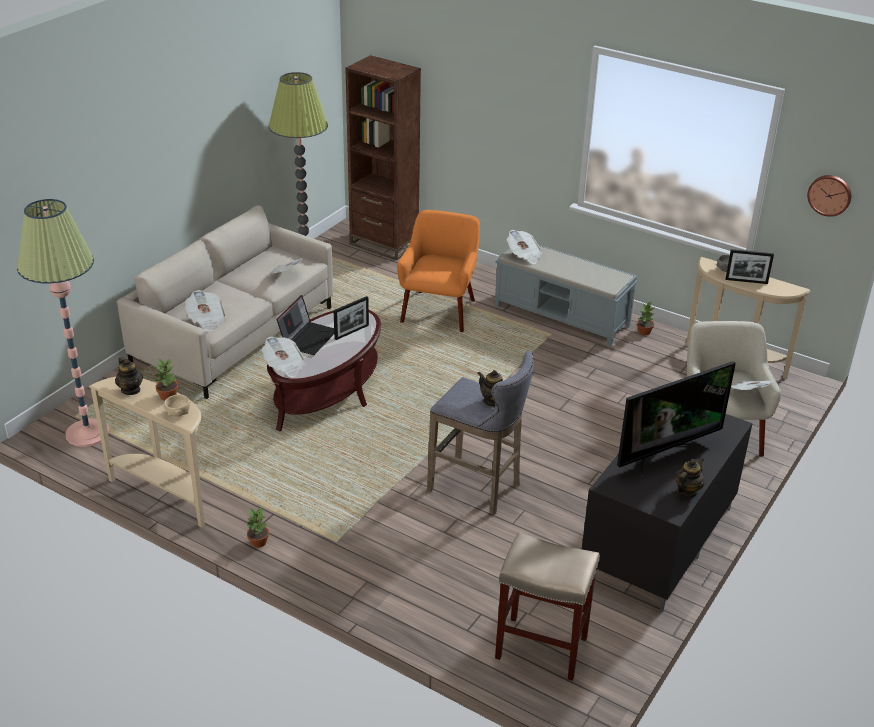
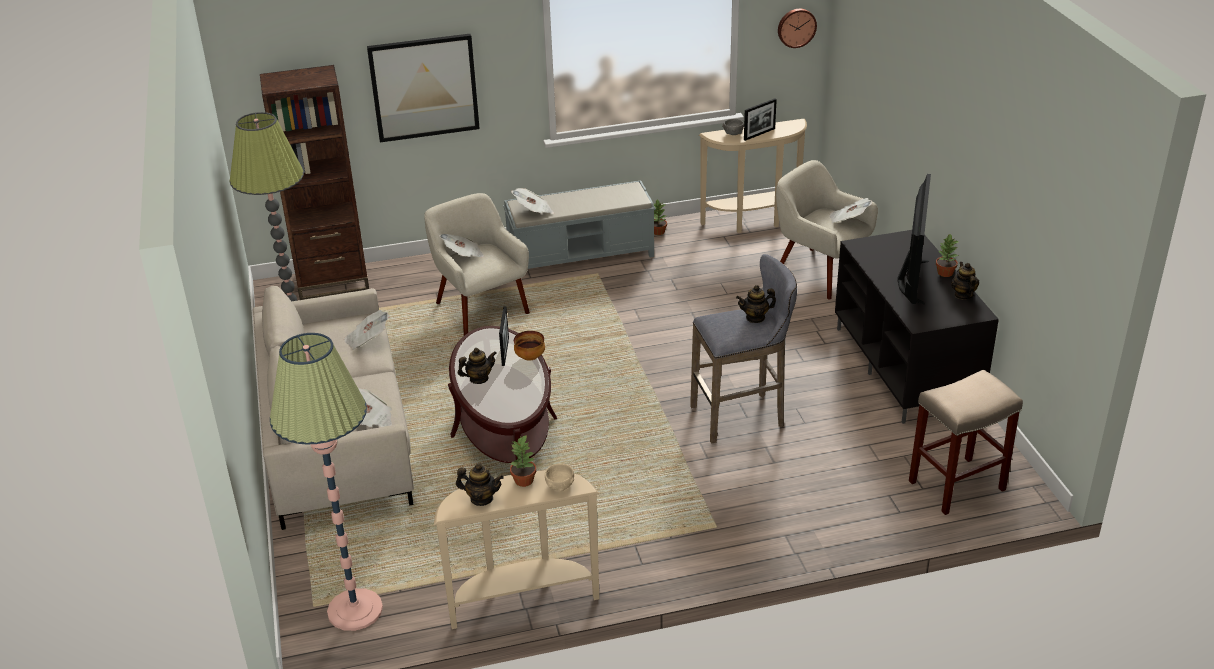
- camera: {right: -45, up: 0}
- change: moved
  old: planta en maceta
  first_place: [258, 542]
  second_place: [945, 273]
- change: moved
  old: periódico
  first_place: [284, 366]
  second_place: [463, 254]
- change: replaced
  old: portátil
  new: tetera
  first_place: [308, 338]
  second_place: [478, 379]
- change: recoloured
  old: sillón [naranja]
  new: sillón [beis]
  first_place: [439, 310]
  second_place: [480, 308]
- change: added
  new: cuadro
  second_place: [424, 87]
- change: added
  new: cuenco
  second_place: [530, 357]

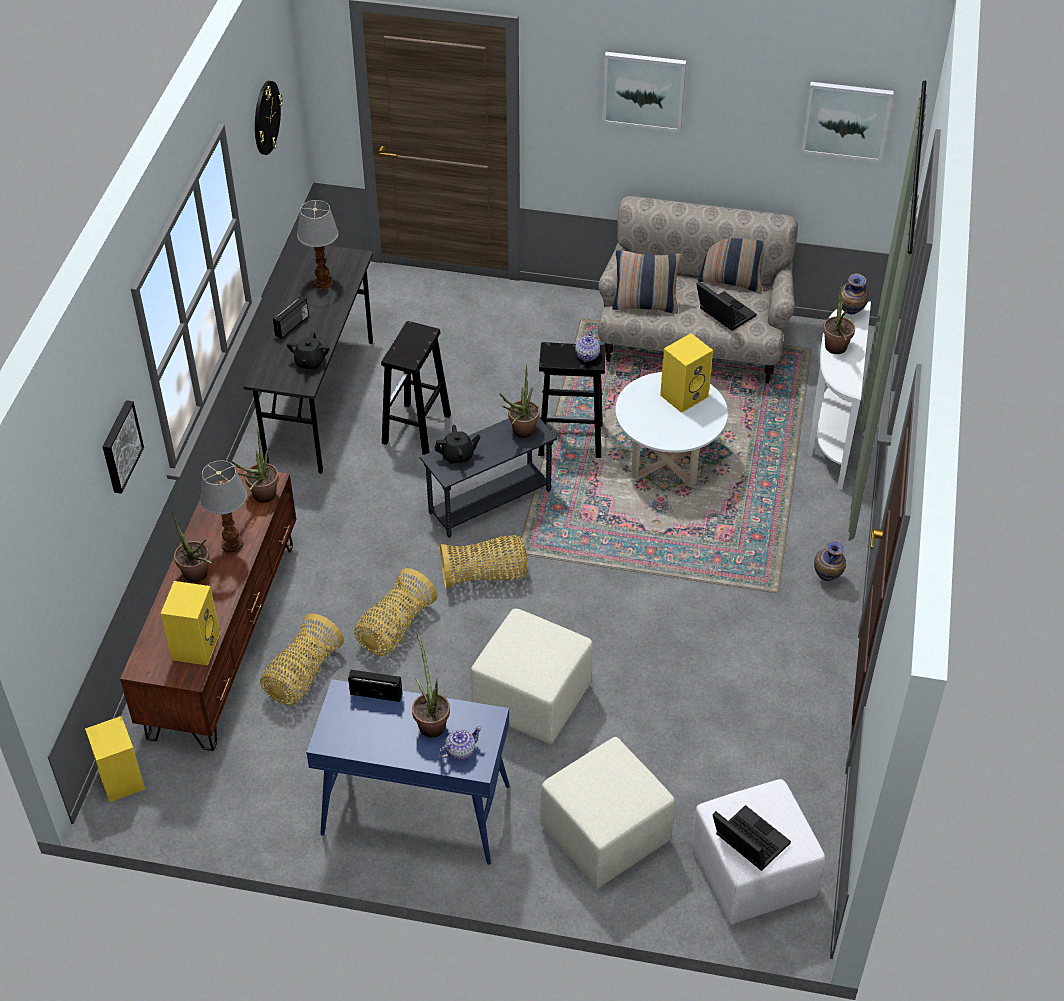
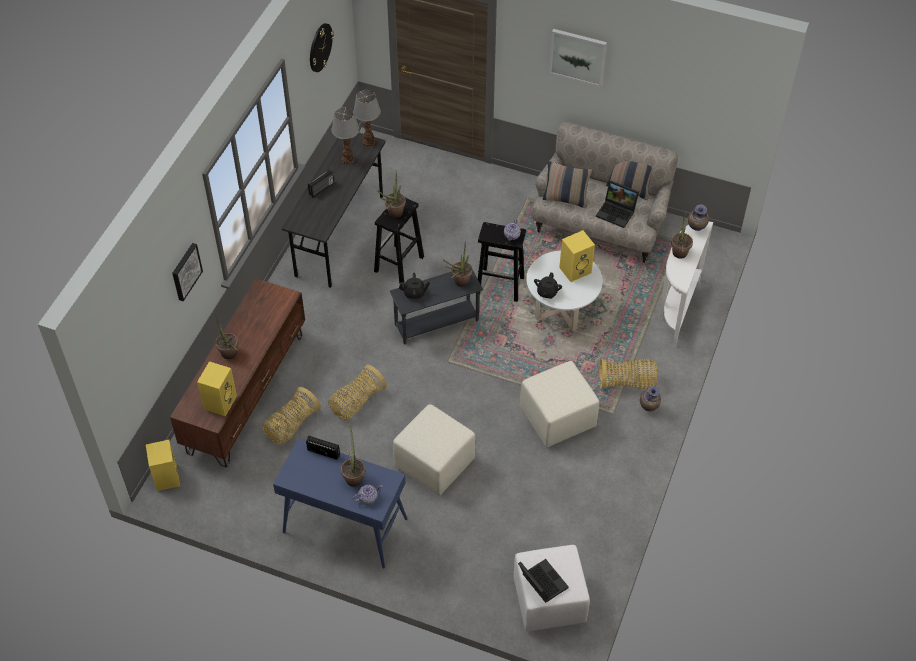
- camera: {right: 10, up: 5}
- change: moved
  old: lámpara de mesa
  first_place: [233, 545]
  second_place: [369, 142]
- change: moved
  old: planta en maceta
  first_place: [261, 498]
  second_place: [393, 214]
- change: moved
  old: tetera [negro]
  first_place: [310, 362]
  second_place: [547, 292]
- change: moved
  old: cesta
  first_place: [485, 575]
  second_place: [627, 383]
- change: moved
  old: puf [beis]
  first_place: [604, 835]
  second_place: [557, 418]
- change: turned
  old: portátil
  first_place: [722, 313]
  second_place: [617, 212]
  degrees: 150
- change: removed
  old: cuadro
  first_place: [846, 120]

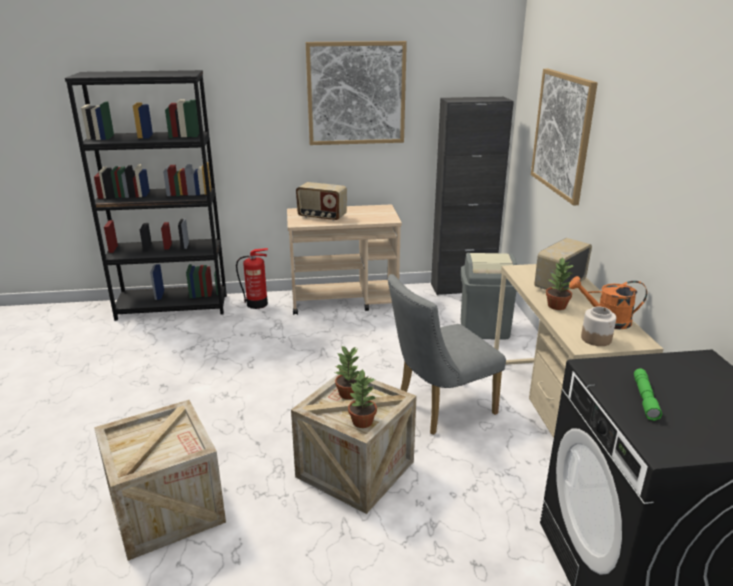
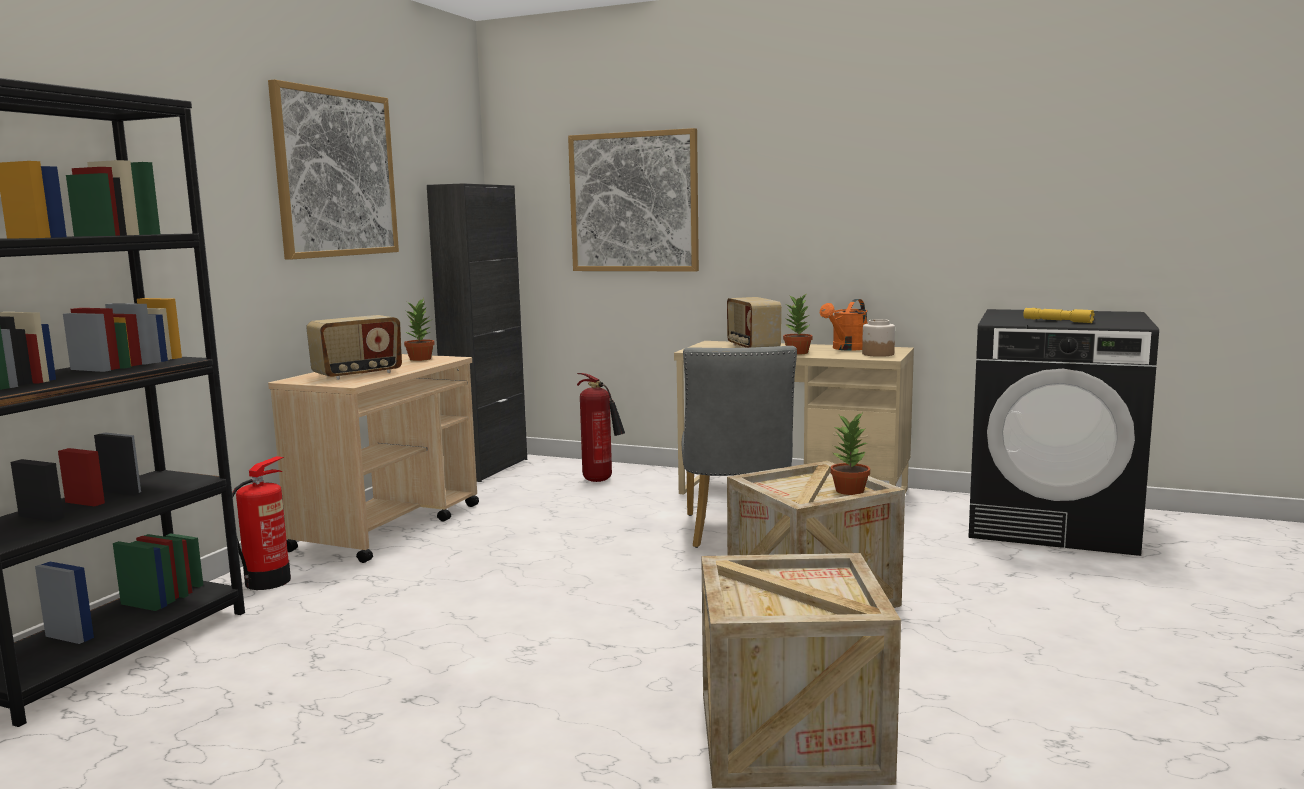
- camera: {right: -60, up: -15}
- change: moved
  old: planta en maceta
  first_place: [349, 394]
  second_place: [421, 359]
- change: replaced
  old: papelera [gris]
  new: extintor
  first_place: [484, 328]
  second_place: [601, 480]
- change: recoloured
  old: linterna [verde]
  new: linterna [amarillo]
  first_place: [645, 398]
  second_place: [1057, 321]

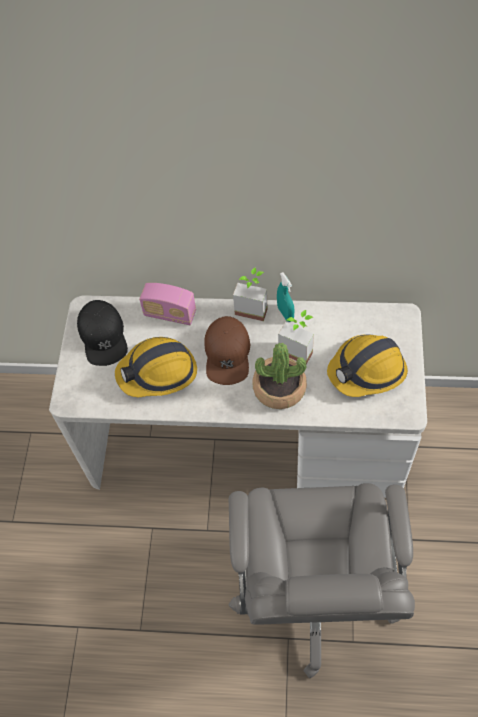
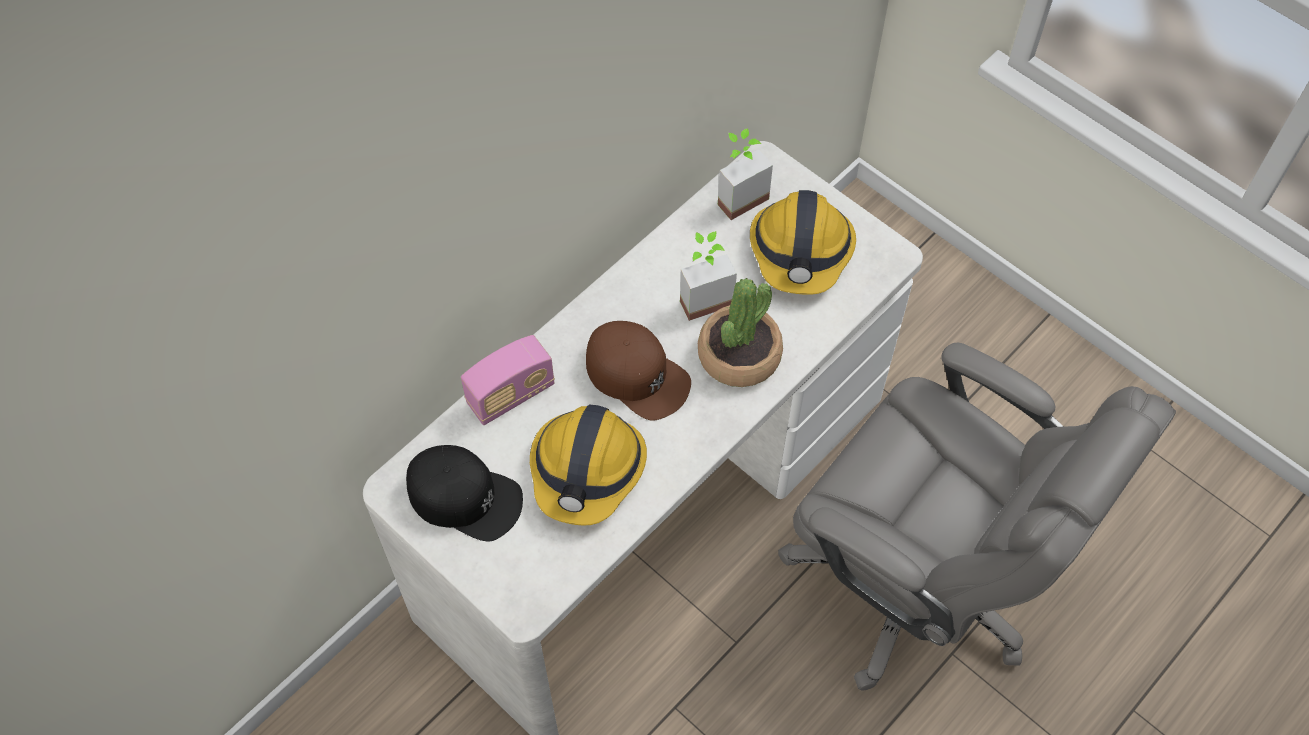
- camera: {right: -55, up: 0}
- change: moved
  old: planta en maceta
  first_place: [253, 306]
  second_place: [737, 195]
- change: removed
  old: pulverizador [turquesa]
  first_place: [285, 313]

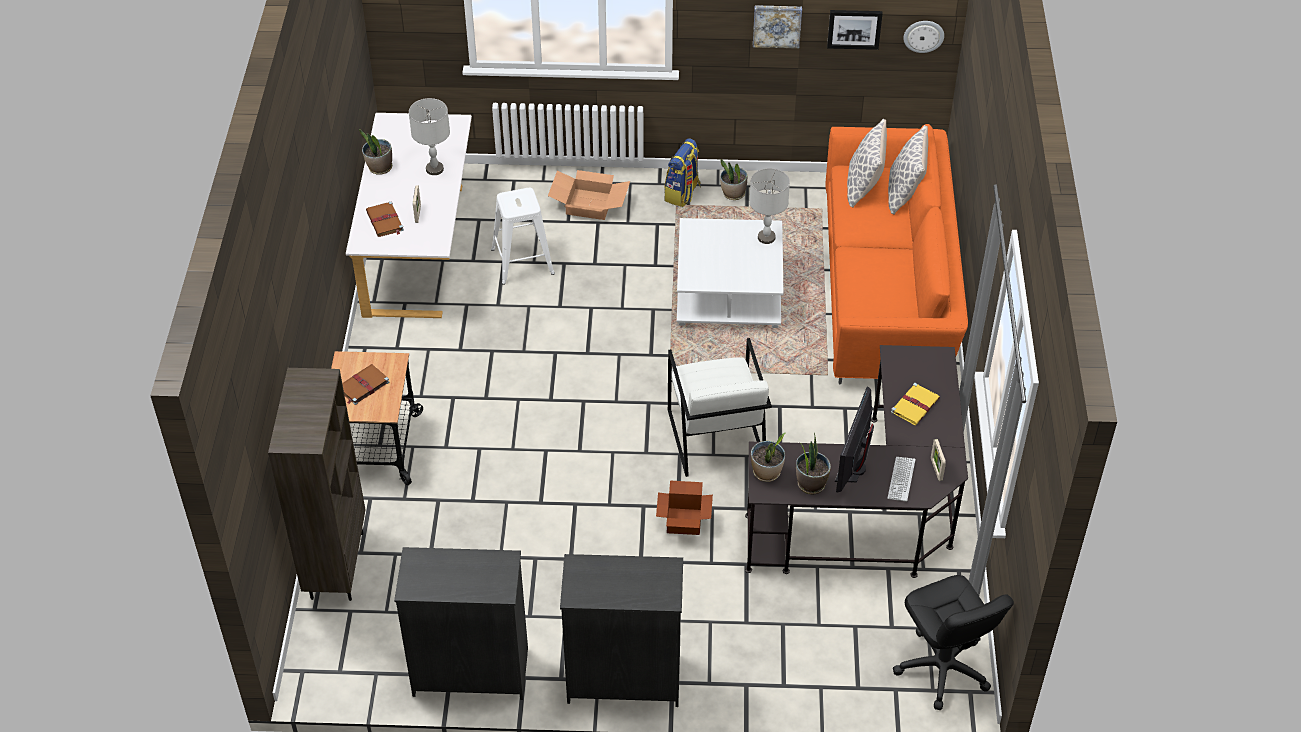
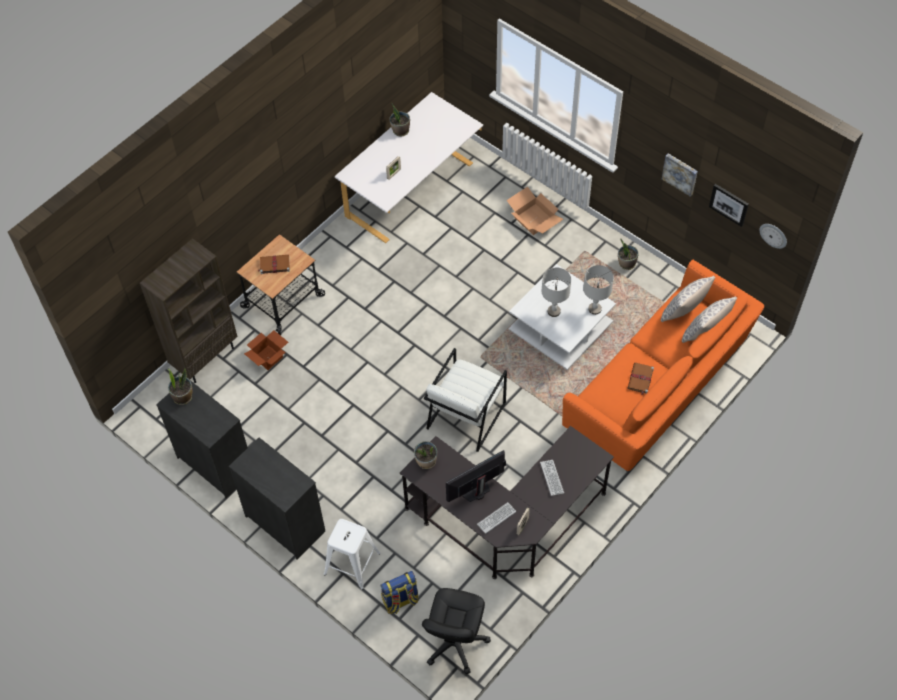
- camera: {right: 40, up: 10}
- change: moved
  old: libro [marrón]
  first_place: [385, 221]
  second_place: [640, 379]
- change: moved
  old: lámpara de mesa [gris]
  first_place: [434, 169]
  second_place: [553, 311]
- change: moved
  old: taburete [blanco]
  first_place: [523, 261]
  second_place: [352, 564]
- change: moved
  old: caja de cartón
  first_place: [685, 520]
  second_place: [269, 357]
- change: moved
  old: mochila
  first_place: [682, 194]
  second_place: [400, 601]
- change: moved
  old: planta en maceta
  first_place: [811, 484]
  second_place: [183, 397]
- change: replaced
  old: libro [amarillo]
  new: teclado
  first_place: [915, 405]
  second_place: [552, 478]

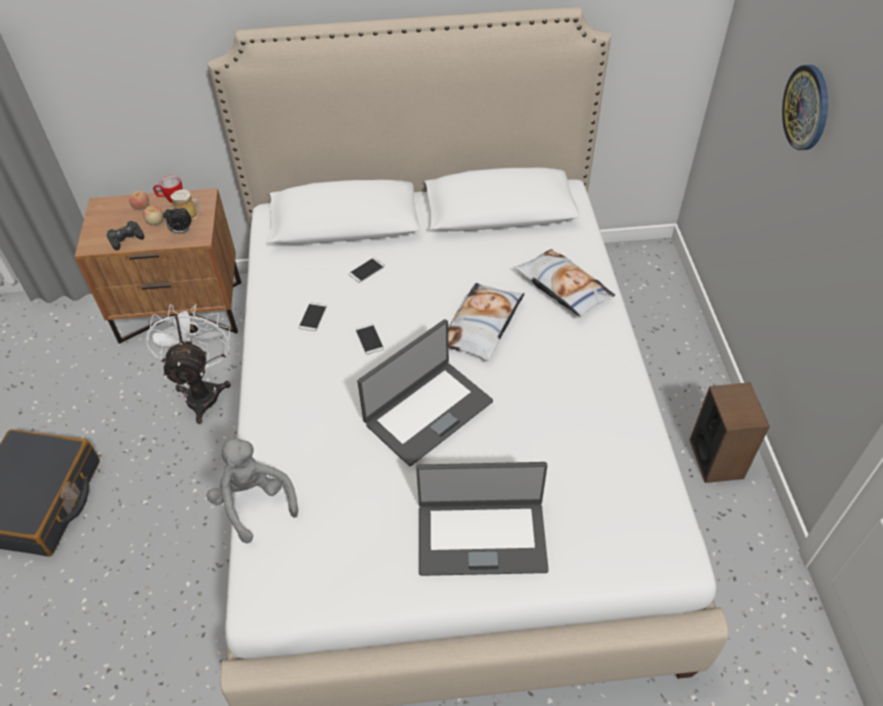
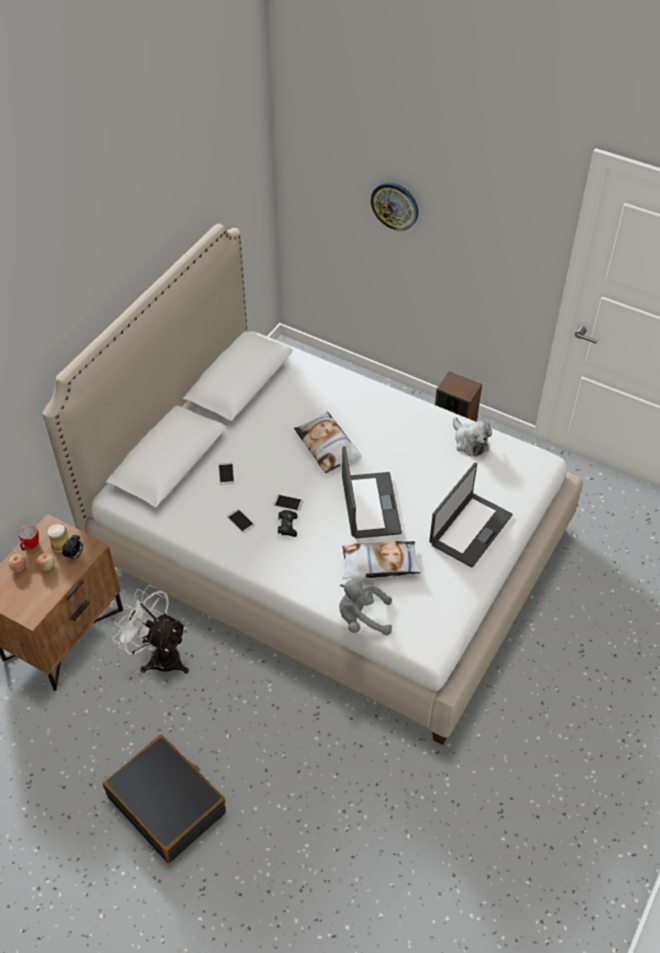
- camera: {right: -55, up: 0}
- change: moved
  old: mando de consola [negro]
  first_place: [126, 238]
  second_place: [287, 526]
- change: moved
  old: cojín
  first_place: [562, 288]
  second_place: [379, 564]
- change: added
  new: peluche
  second_place: [469, 442]

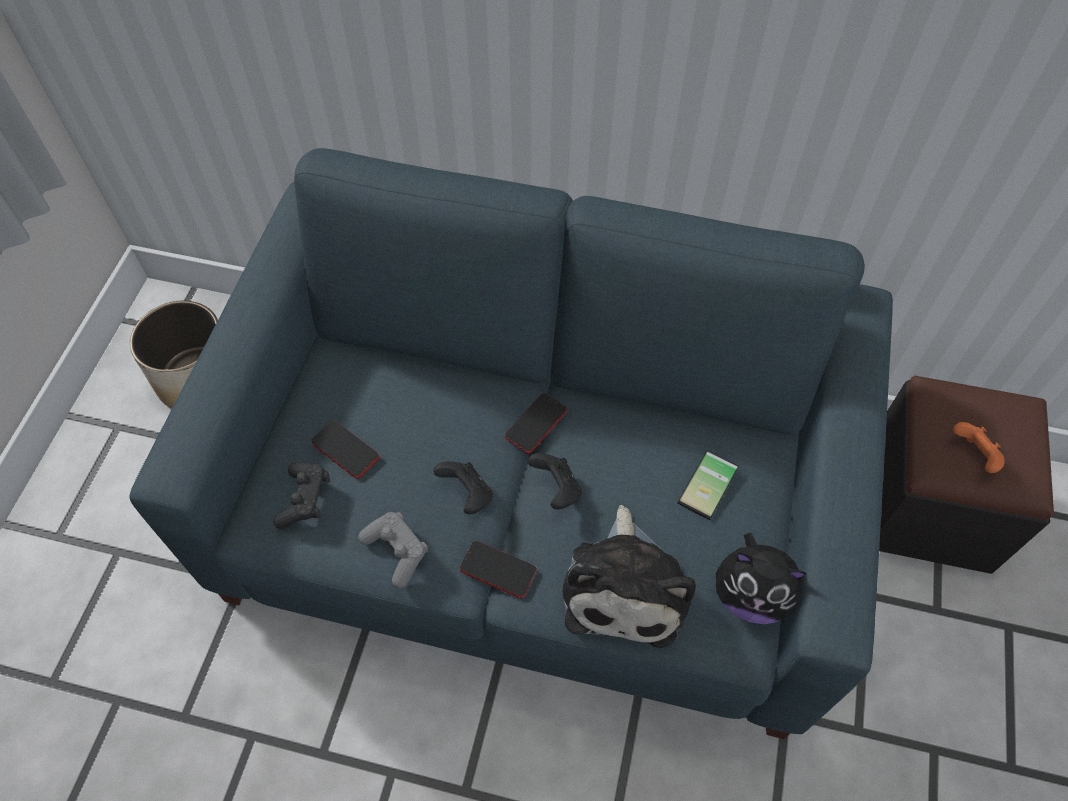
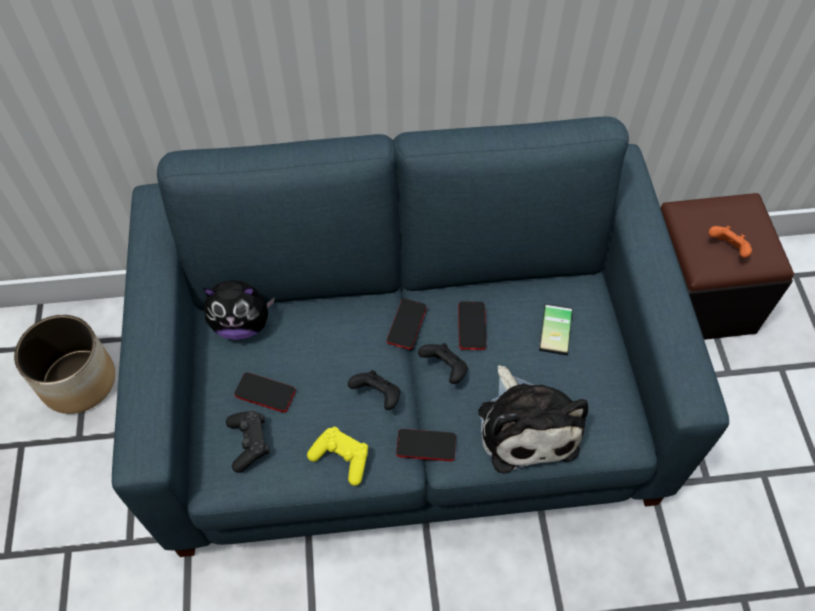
- camera: {right: -20, up: 0}
- change: recoloured
  old: mando de consola [gris]
  new: mando de consola [amarillo]
  first_place: [397, 551]
  second_place: [341, 458]
- change: moved
  old: peluche
  first_place: [751, 595]
  second_place: [242, 324]
- change: added
  new: móvil
  second_place: [472, 326]

